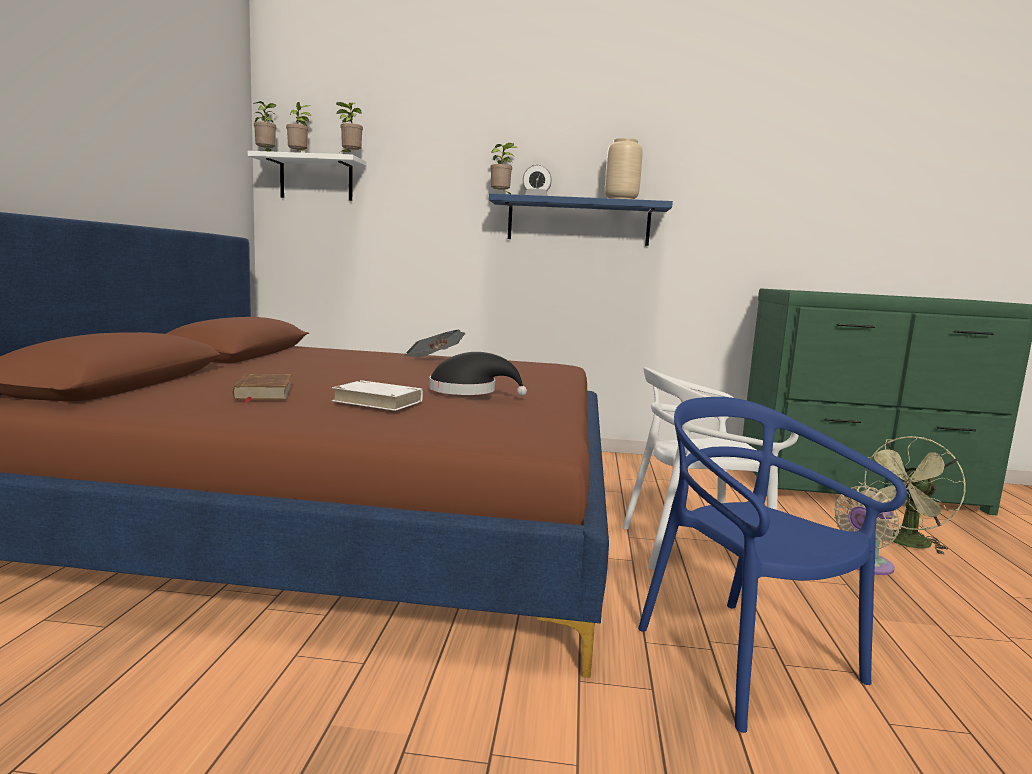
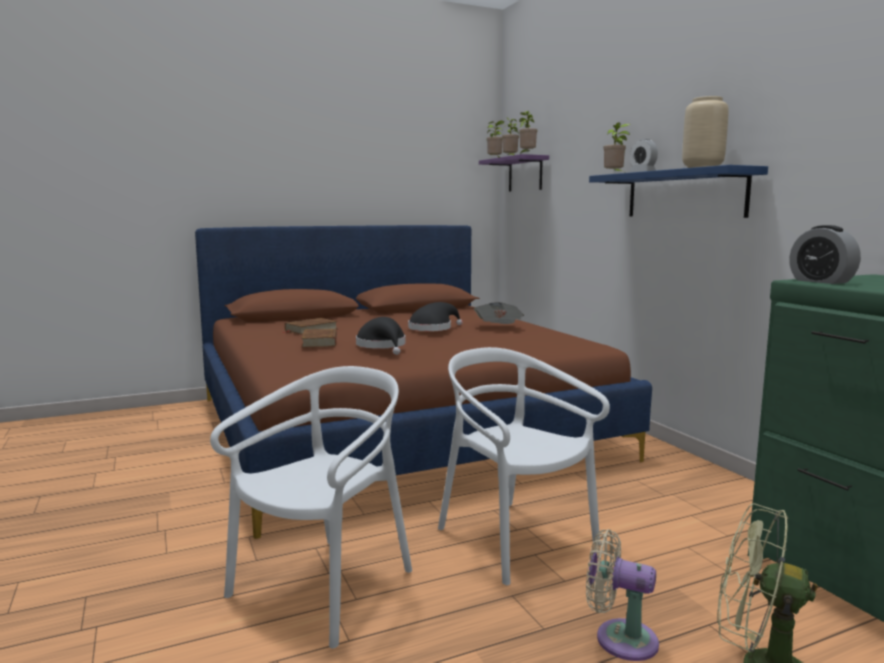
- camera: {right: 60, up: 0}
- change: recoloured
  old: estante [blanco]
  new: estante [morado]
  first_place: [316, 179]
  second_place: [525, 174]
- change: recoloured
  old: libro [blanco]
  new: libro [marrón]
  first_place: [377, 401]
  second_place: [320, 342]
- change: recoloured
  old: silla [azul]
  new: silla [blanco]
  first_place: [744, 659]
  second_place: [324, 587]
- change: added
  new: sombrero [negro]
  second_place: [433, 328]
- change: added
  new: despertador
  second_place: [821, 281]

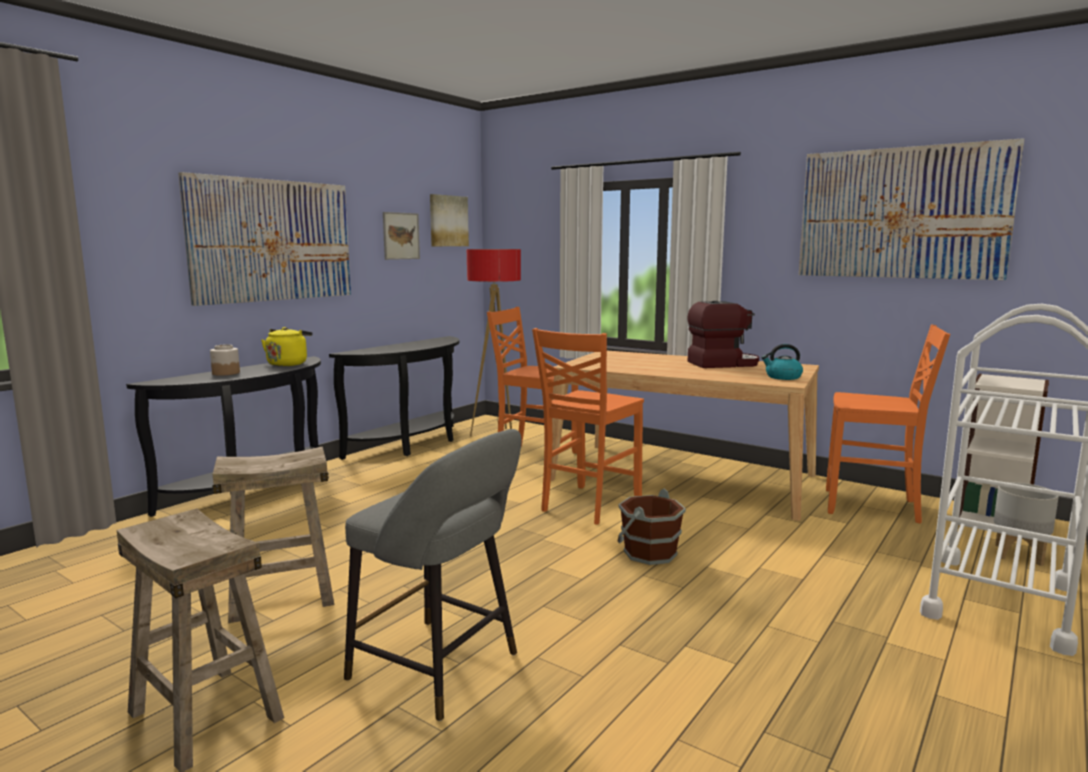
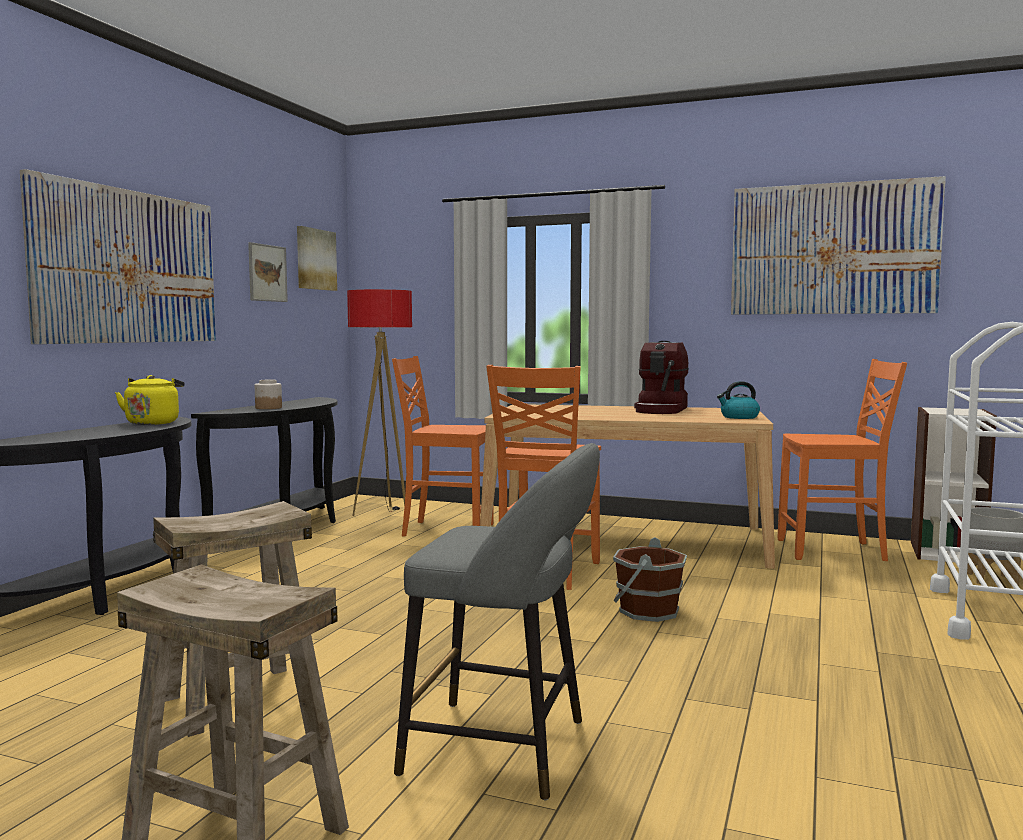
- camera: {right: -15, up: -5}
- change: moved
  old: tarro
  first_place: [225, 373]
  second_place: [268, 408]
- change: turned
  old: cafetera
  first_place: [722, 364]
  second_place: [661, 410]
  degrees: 135

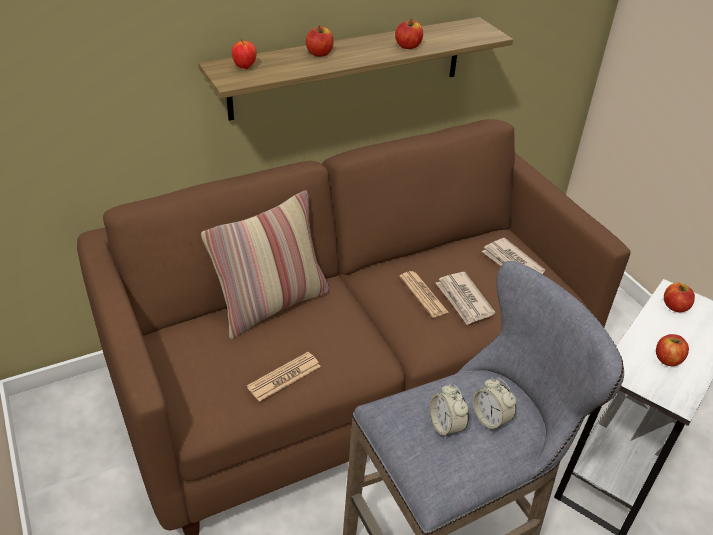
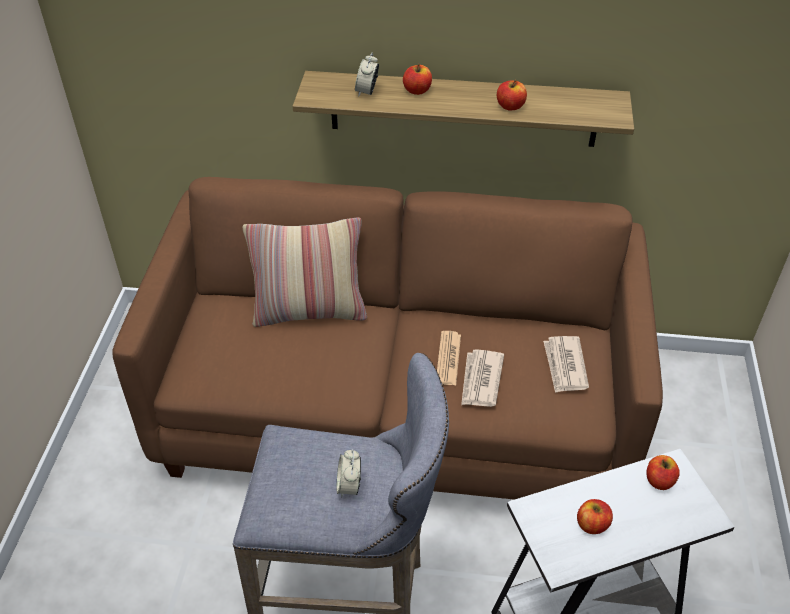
- camera: {right: 35, up: 5}
- change: removed
  old: manzana
  first_place: [245, 67]
- change: removed
  old: periódico
  first_place: [284, 377]
- change: moved
  old: despertador
  first_place: [446, 426]
  second_place: [367, 92]

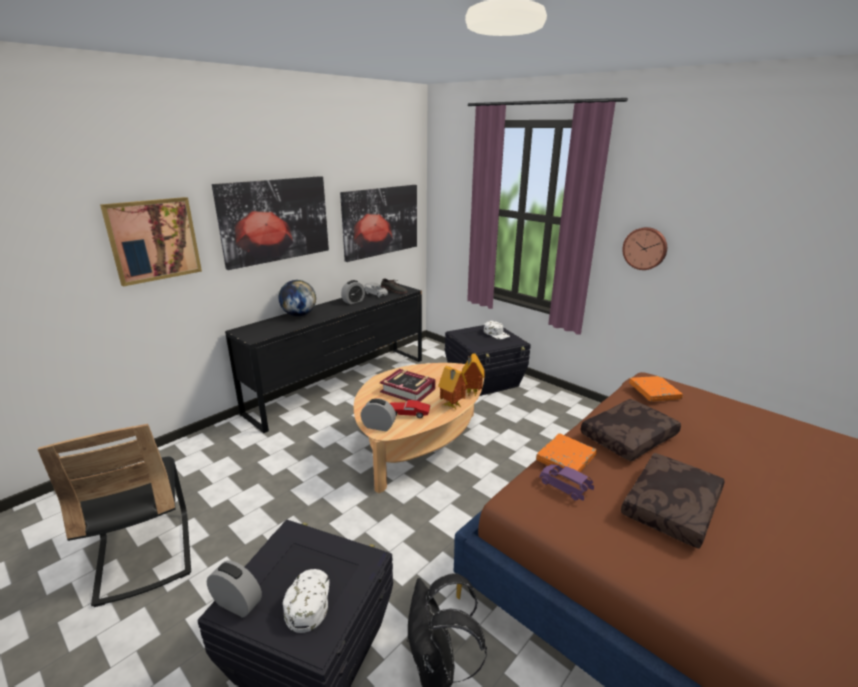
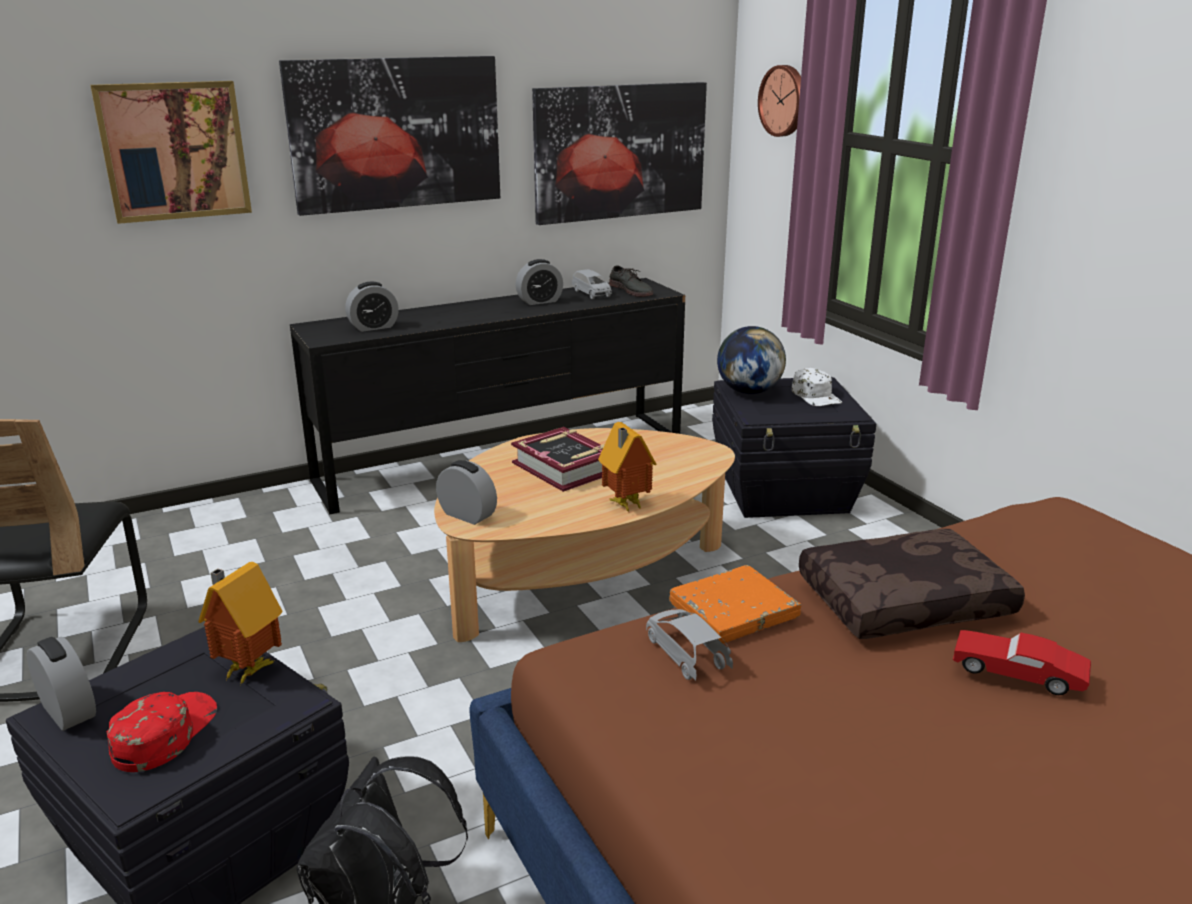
- camera: {right: 20, up: 0}
- change: moved
  old: globo terráqueo
  first_place: [299, 315]
  second_place: [749, 392]
- change: recoloured
  old: gorra [blanco]
  new: gorra [rojo]
  first_place: [307, 601]
  second_place: [164, 733]
- change: moved
  old: coche de juguete [rojo]
  first_place: [408, 413]
  second_place: [1018, 674]
- change: moved
  old: casita
  first_place: [470, 393]
  second_place: [247, 670]
- change: recoloured
  old: coche de juguete [morado]
  new: coche de juguete [gris]
  first_place: [564, 487]
  second_place: [686, 655]
- change: removed
  old: cojín [marrón]
  first_place: [672, 508]
- change: moved
  old: reloj de pared
  first_place: [645, 248]
  second_place: [784, 101]
- change: removed
  old: libro [naranja]
  first_place: [654, 391]
- change: added
  new: despertador
  second_place: [373, 327]

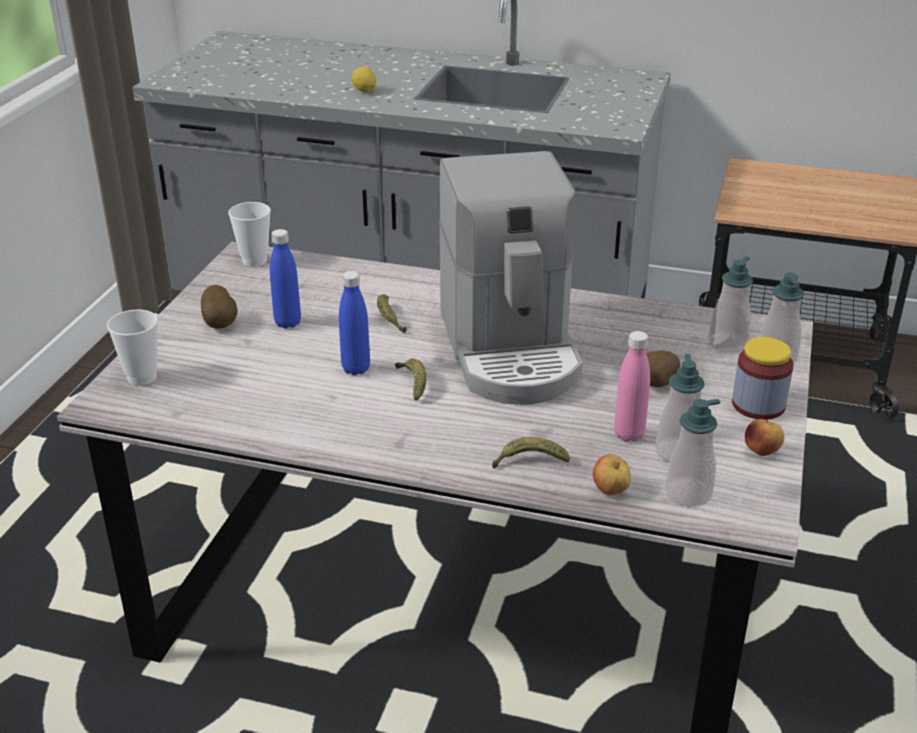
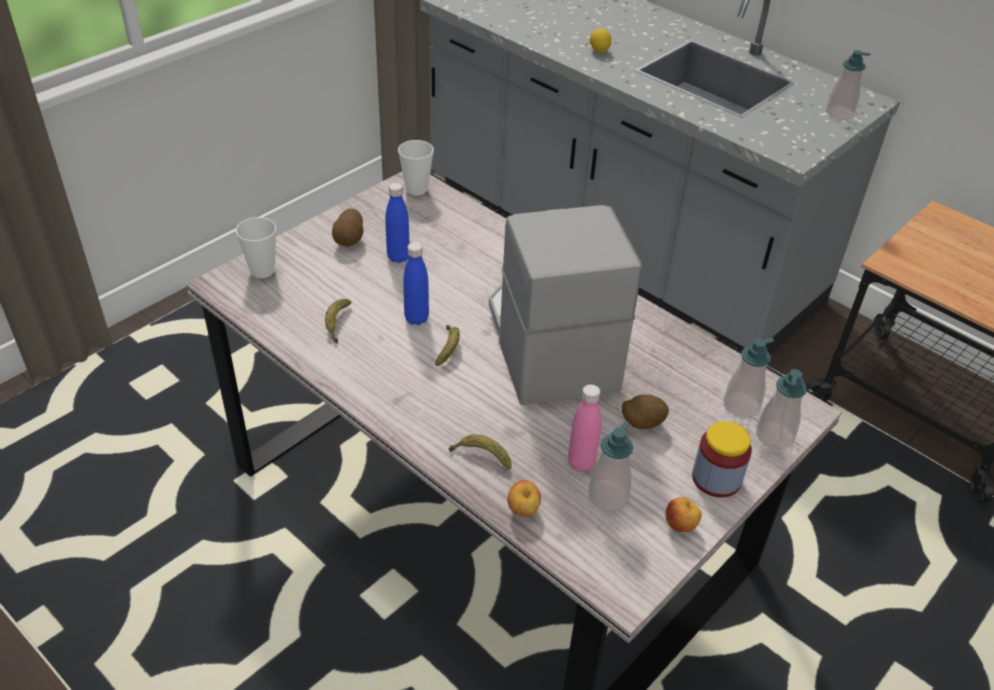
- camera: {right: 25, up: 10}
- change: moved
  old: plátano
  first_place: [389, 319]
  second_place: [337, 324]
- change: turned
  old: cafetera
  first_place: [510, 350]
  second_place: [549, 344]
  degrees: 150
- change: moved
  old: dispensador de jabón
  first_place: [688, 493]
  second_place: [839, 113]

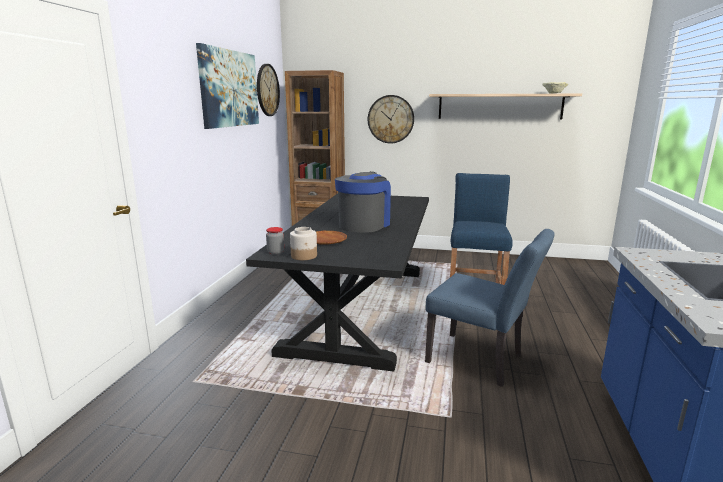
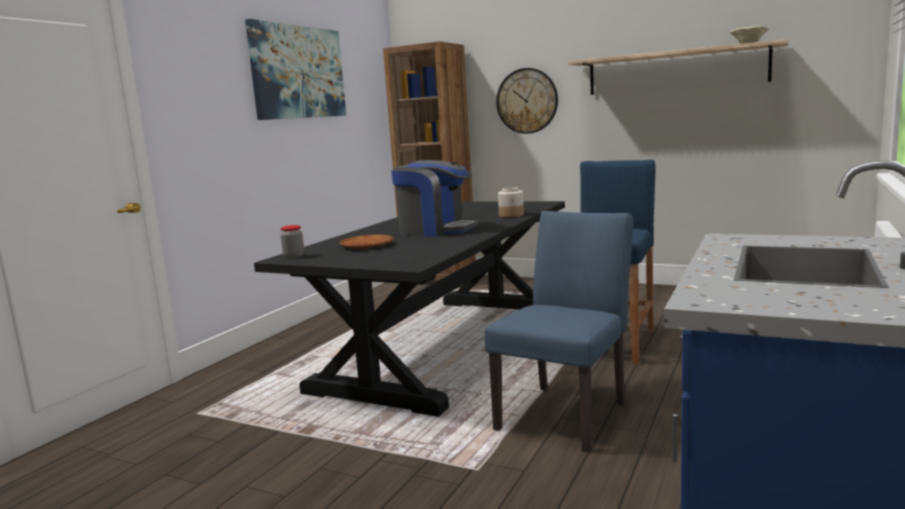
- camera: {right: 15, up: -5}
- change: removed
  old: reloj de pared
  first_place: [267, 90]
- change: moved
  old: tarro
  first_place: [304, 256]
  second_place: [511, 215]
- change: turned
  old: cafetera
  first_place: [364, 225]
  second_place: [435, 230]
  degrees: 75
- change: turned
  old: silla [azul]
  first_place: [481, 361]
  second_place: [567, 412]
  degrees: -105

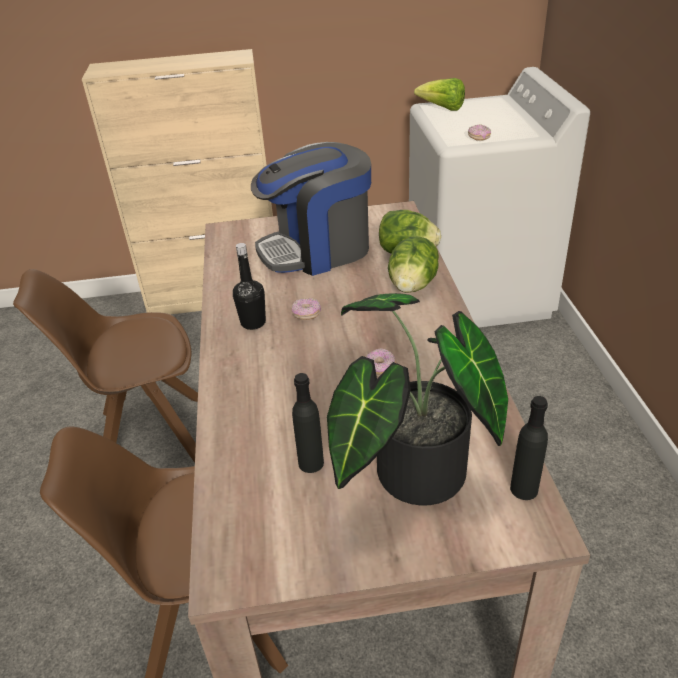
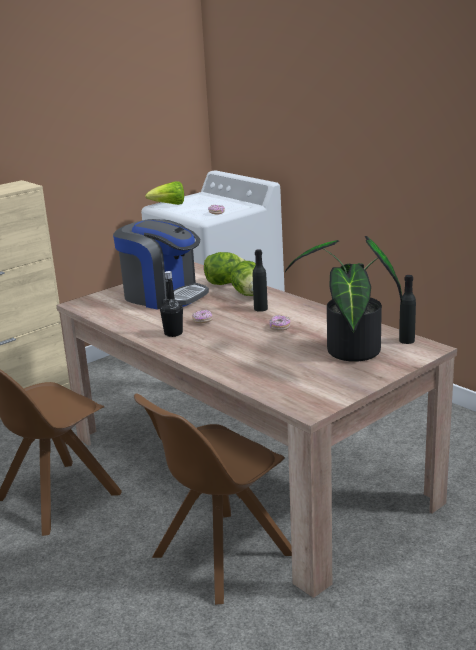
- camera: {right: -35, up: -15}
- change: turned
  old: cafetera
  first_place: [317, 249]
  second_place: [163, 295]
  degrees: -90
- change: moved
  old: botella [negro]
  first_place: [311, 463]
  second_place: [260, 309]

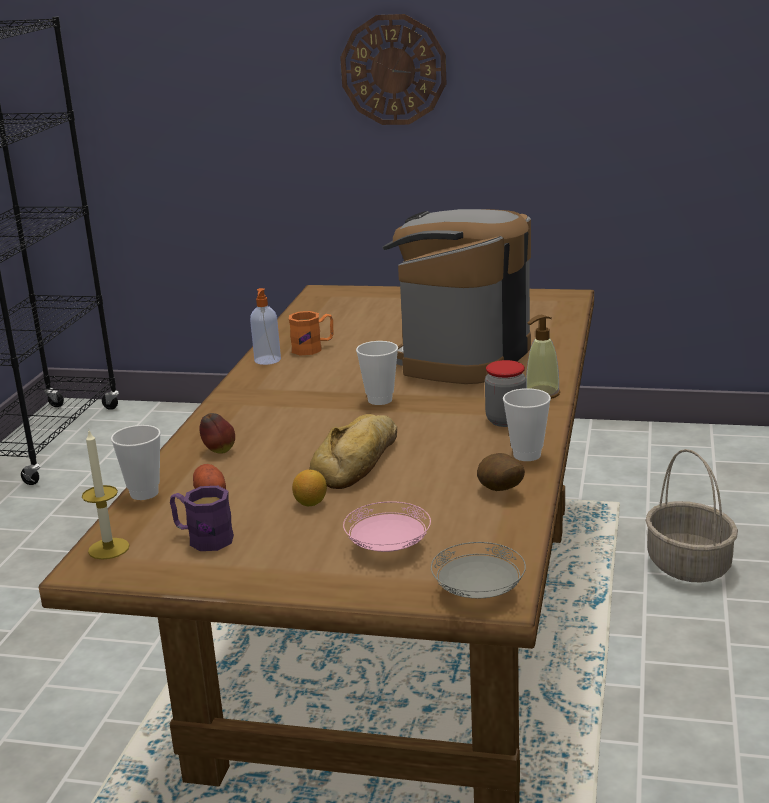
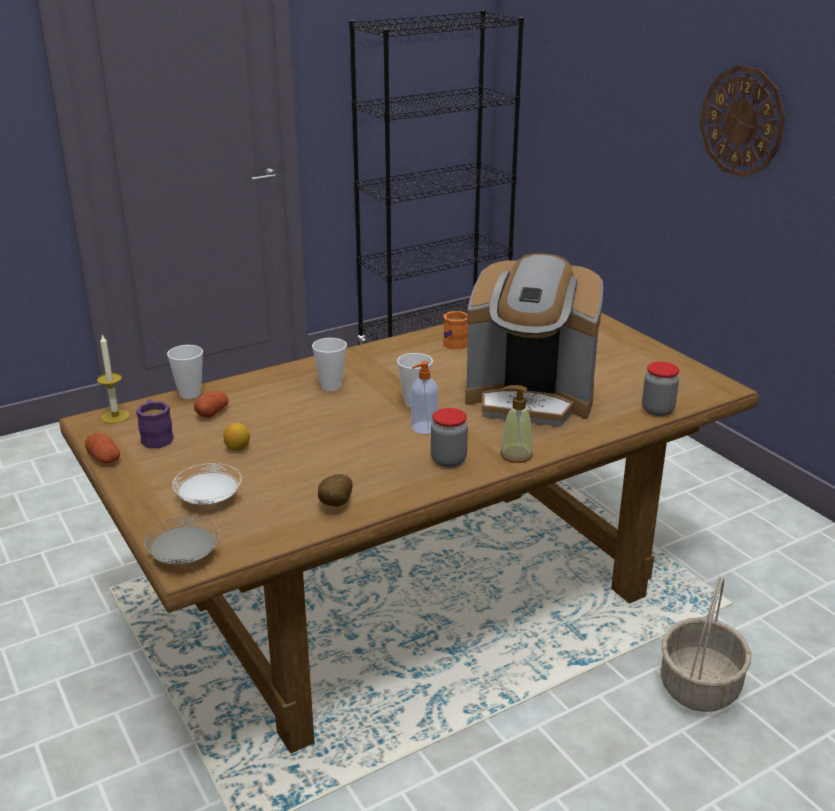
- camera: {right: 45, up: 5}
- change: removed
  old: manzana
  first_place: [218, 451]
- change: moved
  old: dispensador de jabón
  first_place: [267, 360]
  second_place: [423, 428]
- change: removed
  old: pan
  first_place: [360, 461]
- change: recoloured
  old: plato [rosa]
  new: plato [blanco]
  first_place: [388, 548]
  second_place: [209, 500]
- change: turned
  old: cafetera
  first_place: [461, 357]
  second_place: [530, 399]
  degrees: -150
- change: moved
  old: taza
  first_place: [527, 455]
  second_place: [331, 386]
- change: added
  new: patata
  second_place: [104, 458]
- change: added
  new: tarro
  second_place: [657, 410]

